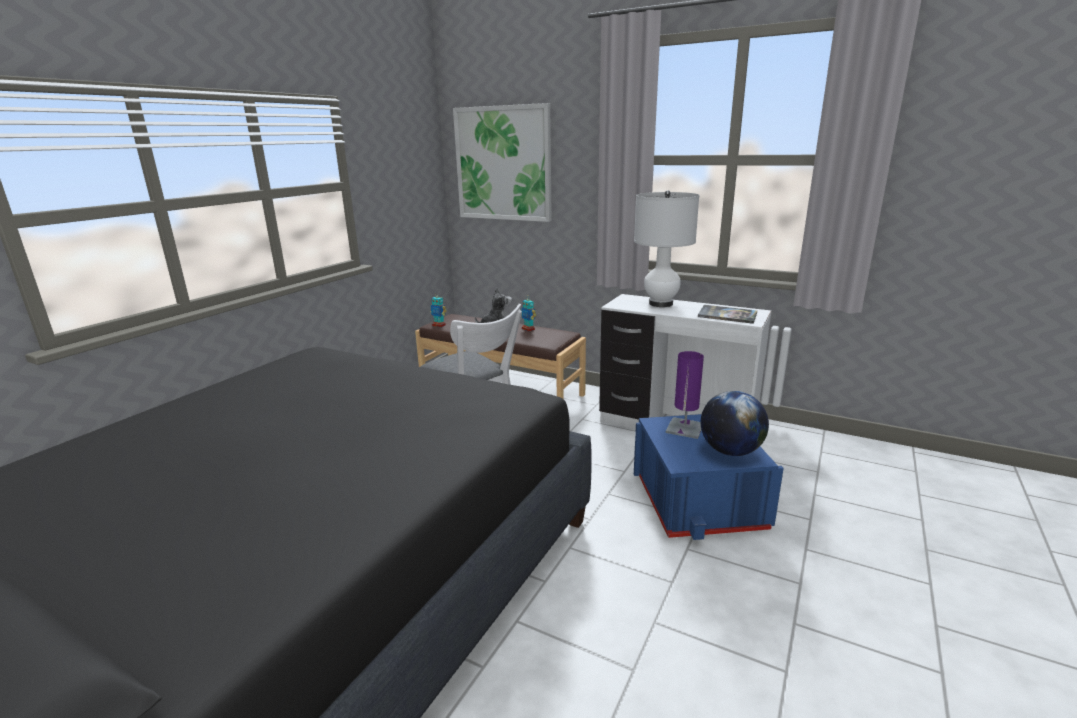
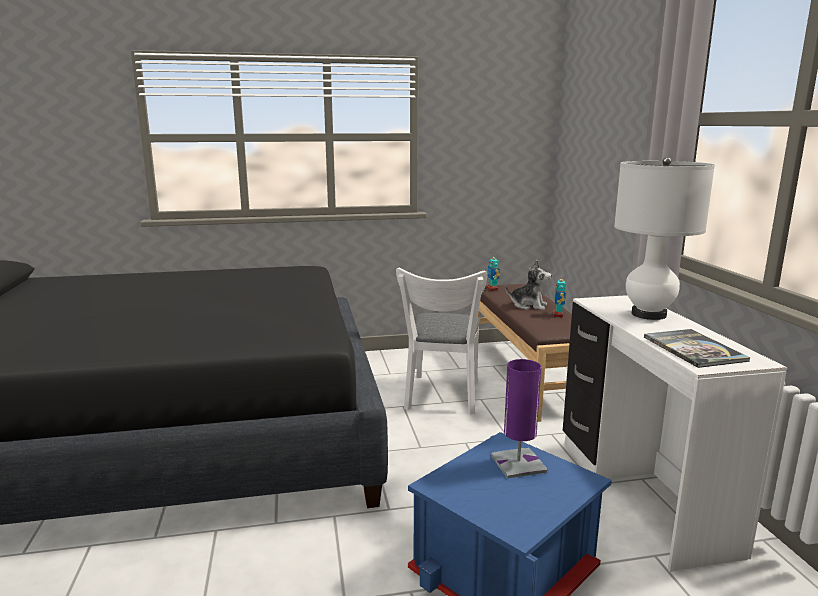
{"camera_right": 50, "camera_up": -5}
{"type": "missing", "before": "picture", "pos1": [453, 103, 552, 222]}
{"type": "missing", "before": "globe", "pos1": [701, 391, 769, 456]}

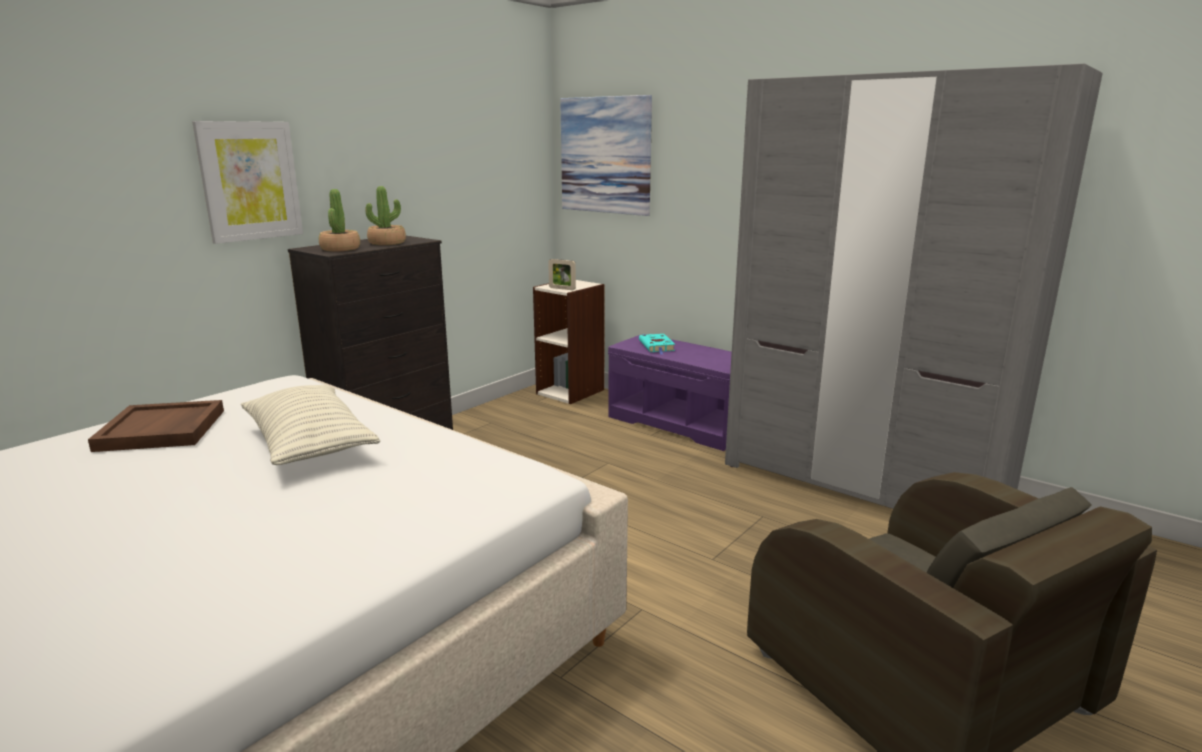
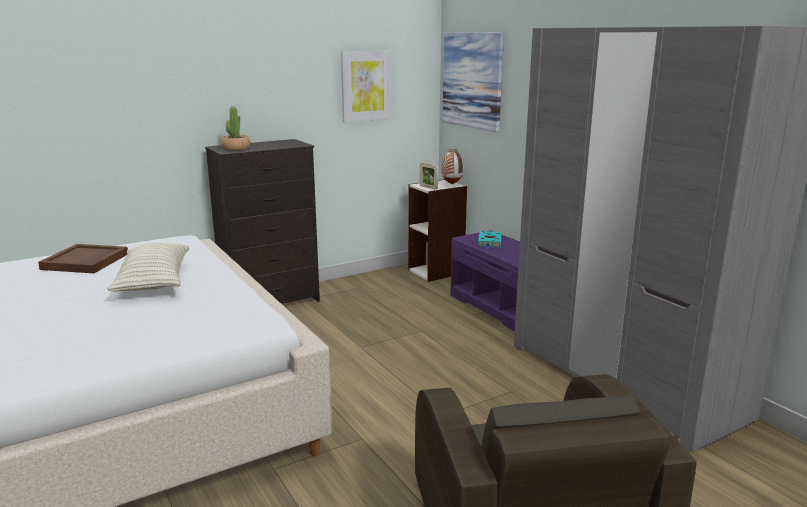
{"camera_right": 20, "camera_up": 0}
{"type": "relocated", "before": "picture", "pos1": [192, 121, 303, 244], "pos2": [341, 51, 392, 123]}
{"type": "missing", "before": "potted plant", "pos1": [365, 186, 406, 245]}
{"type": "appeared", "after": "vase", "pos2": [441, 149, 464, 184]}

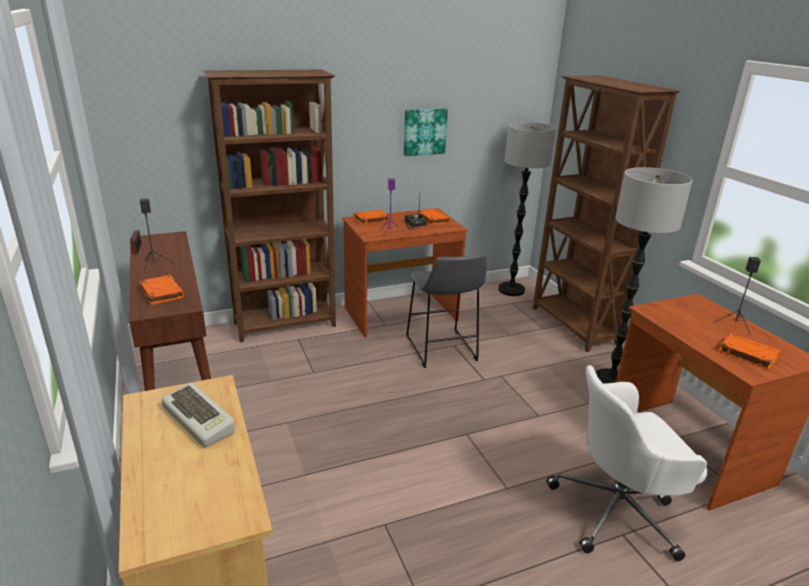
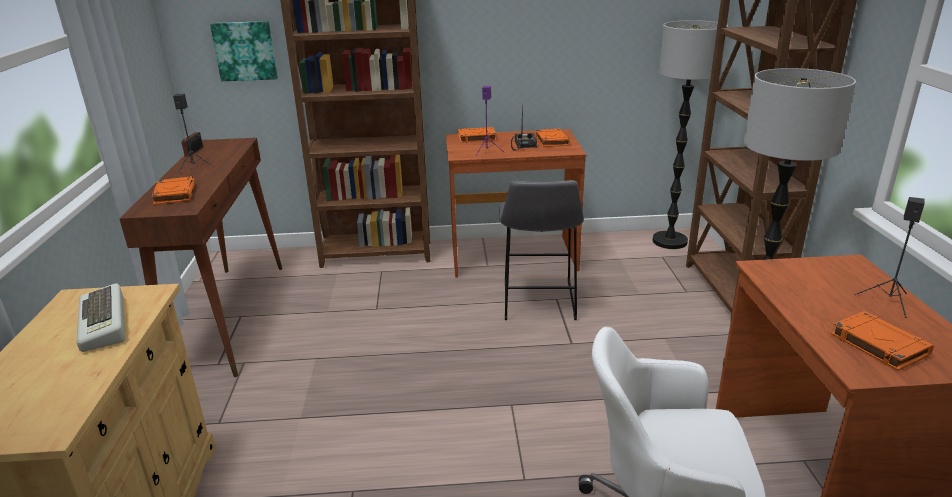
{"camera_right": 20, "camera_up": 0}
{"type": "relocated", "before": "picture", "pos1": [404, 108, 448, 156], "pos2": [210, 21, 278, 81]}

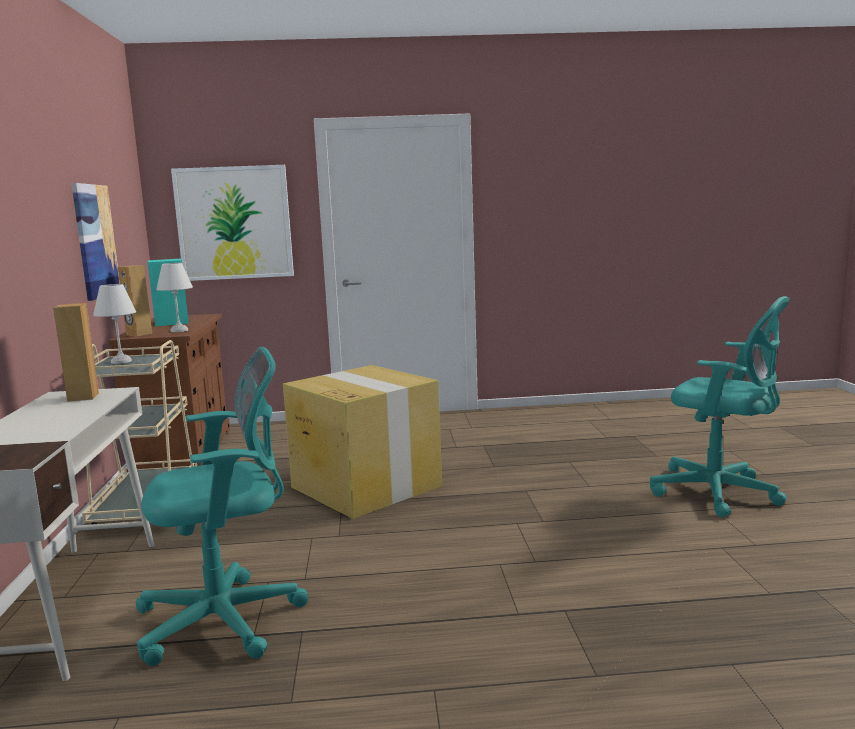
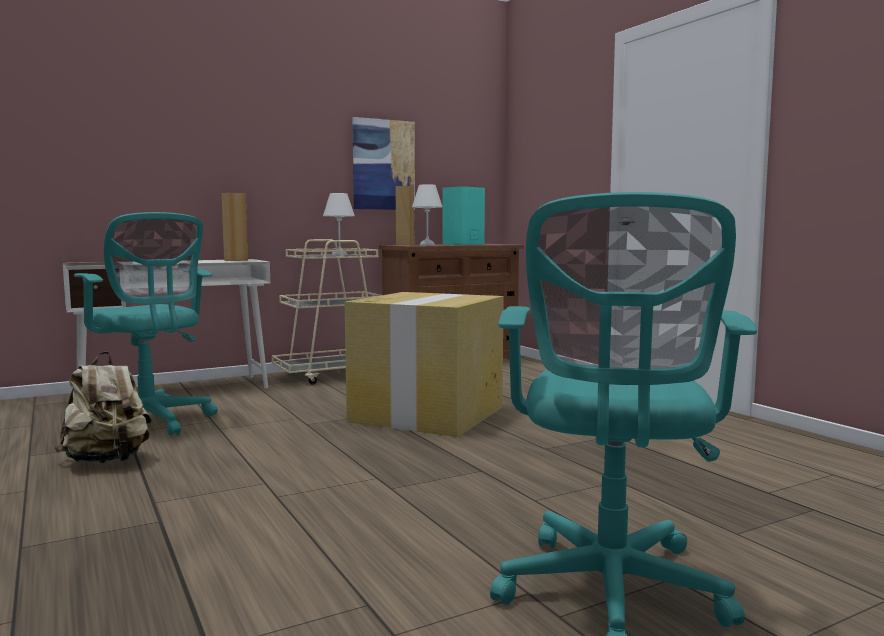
{"camera_right": 65, "camera_up": -5}
{"type": "missing", "before": "picture", "pos1": [171, 165, 294, 281]}
{"type": "appeared", "after": "beige backpack", "pos2": [55, 352, 152, 463]}

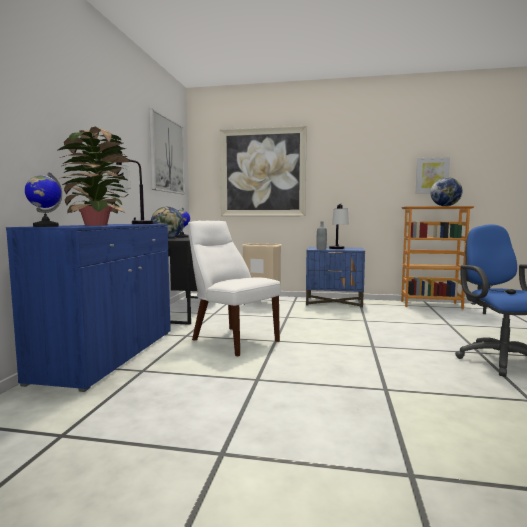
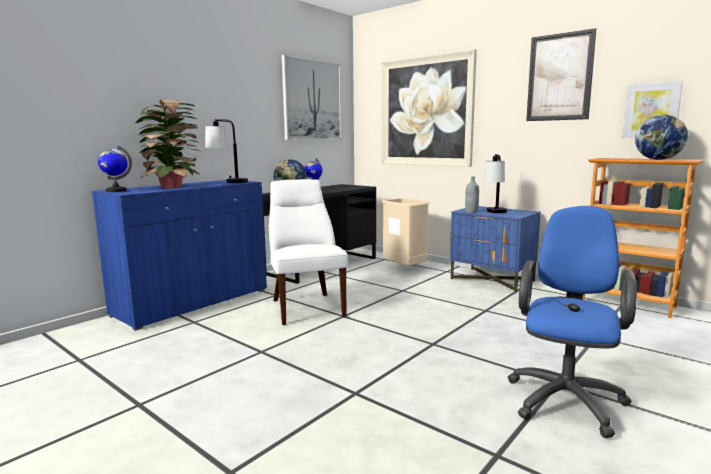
{"camera_right": 30, "camera_up": 5}
{"type": "appeared", "after": "picture", "pos2": [526, 28, 597, 121]}

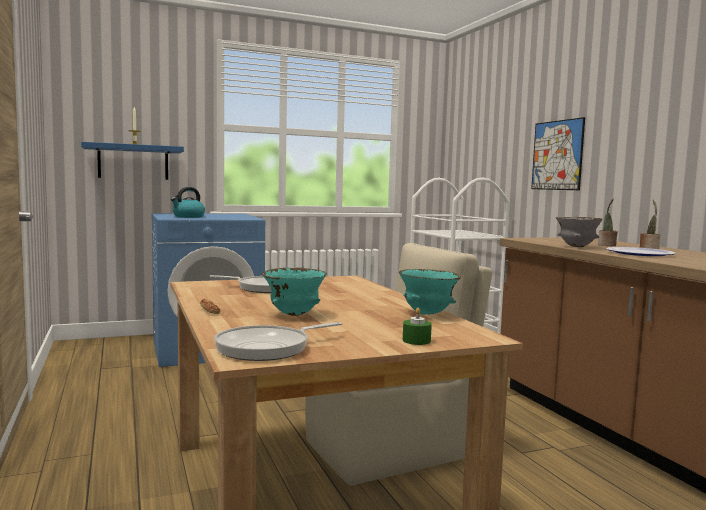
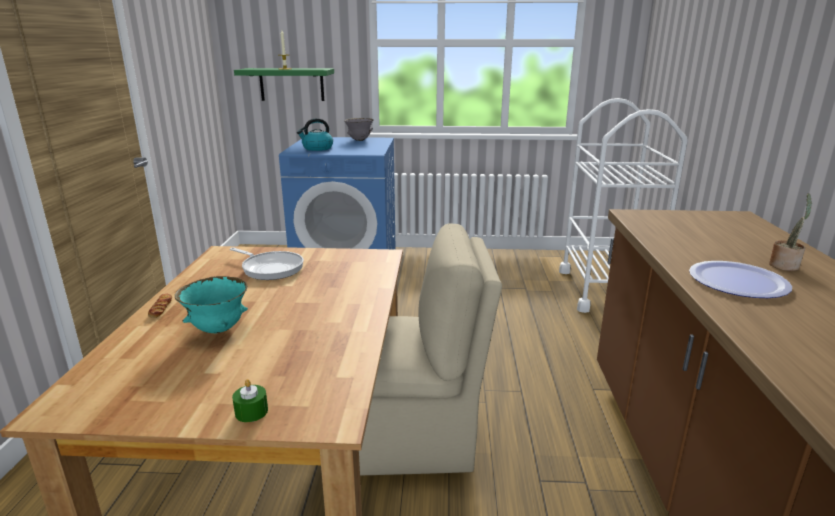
{"camera_right": 25, "camera_up": 15}
{"type": "colour", "before": "blue shelf", "after": "green shelf", "pos1": [81, 142, 184, 180], "pos2": [234, 68, 334, 101]}
{"type": "missing", "before": "frying pan", "pos1": [214, 322, 342, 361]}
{"type": "missing", "before": "turquoise bowl", "pos1": [399, 269, 461, 315]}
{"type": "missing", "before": "picture", "pos1": [531, 117, 585, 190]}
{"type": "relocated", "before": "grey bowl", "pos1": [556, 217, 603, 247], "pos2": [344, 118, 374, 141]}
{"type": "missing", "before": "potted plant", "pos1": [598, 198, 618, 246]}

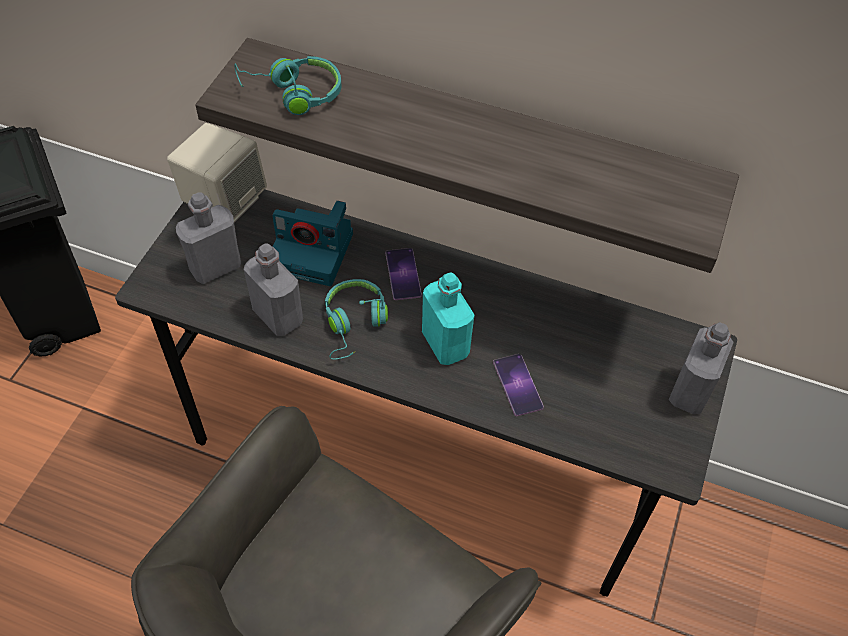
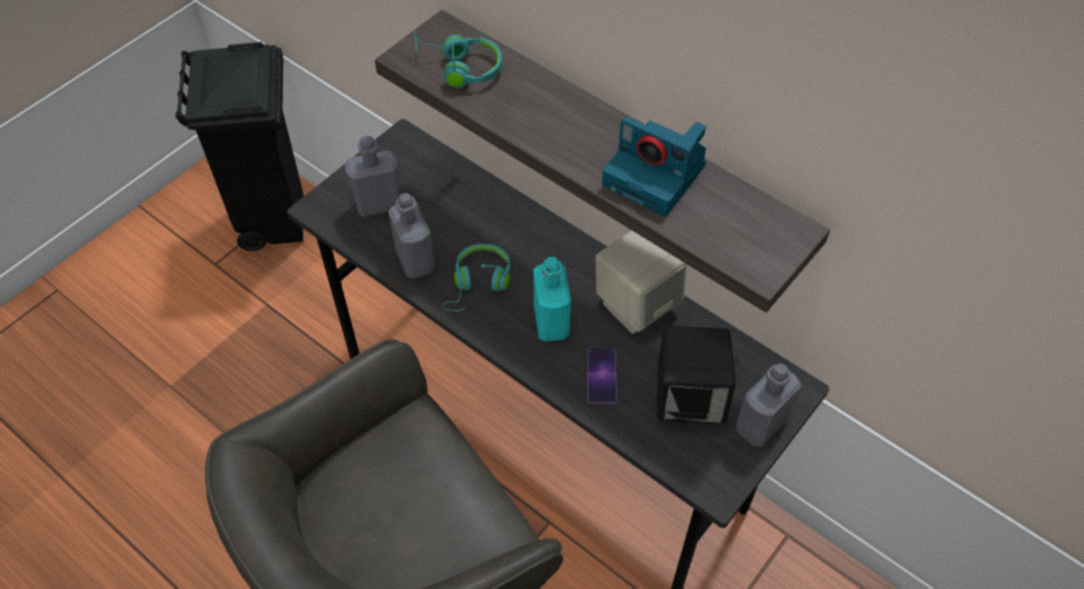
{"camera_right": 20, "camera_up": 0}
{"type": "relocated", "before": "beige speaker", "pos1": [167, 123, 267, 223], "pos2": [596, 231, 687, 334]}
{"type": "relocated", "before": "photo camera", "pos1": [272, 201, 353, 286], "pos2": [602, 116, 706, 216]}
{"type": "missing", "before": "phone", "pos1": [386, 248, 422, 300]}
{"type": "appeared", "after": "black speaker", "pos2": [657, 326, 736, 424]}

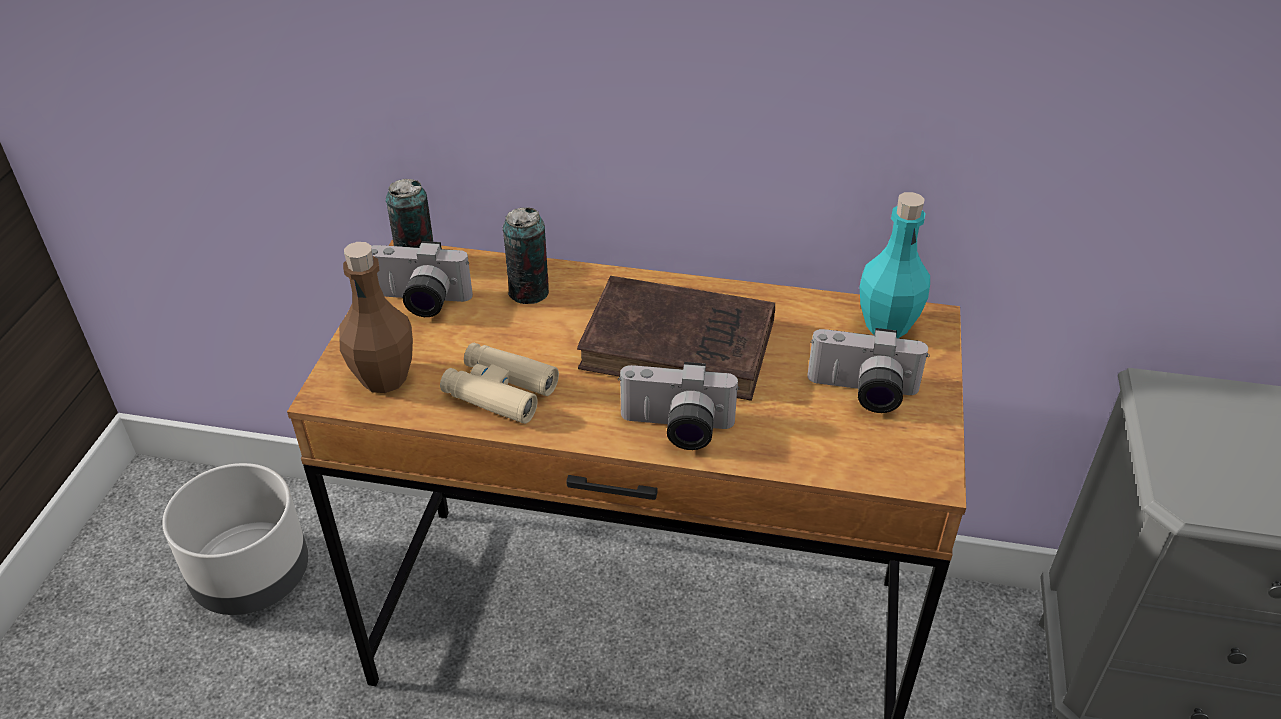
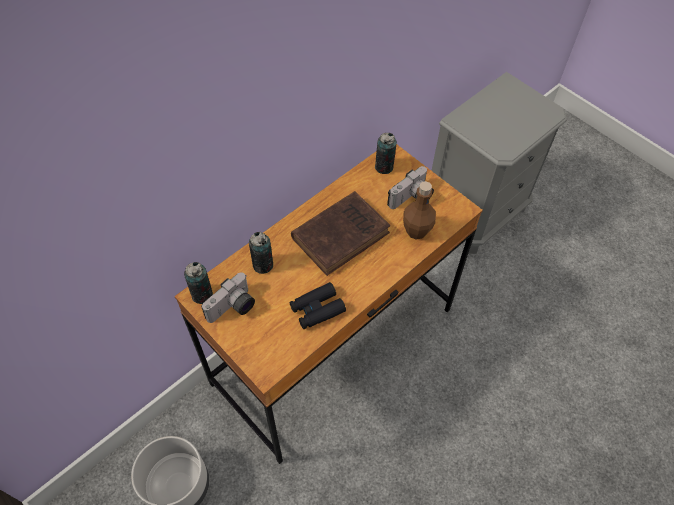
{"camera_right": -55, "camera_up": 15}
{"type": "relocated", "before": "brown bottle", "pos1": [339, 242, 413, 393], "pos2": [403, 181, 436, 240]}
{"type": "colour", "before": "beige binoculars", "after": "black binoculars", "pos1": [440, 343, 559, 424], "pos2": [290, 282, 346, 329]}
{"type": "missing", "before": "photo camera", "pos1": [618, 362, 740, 450]}
{"type": "exchanged", "before": "turquoise bottle", "after": "can", "pos1": [860, 192, 930, 338], "pos2": [375, 133, 397, 174]}

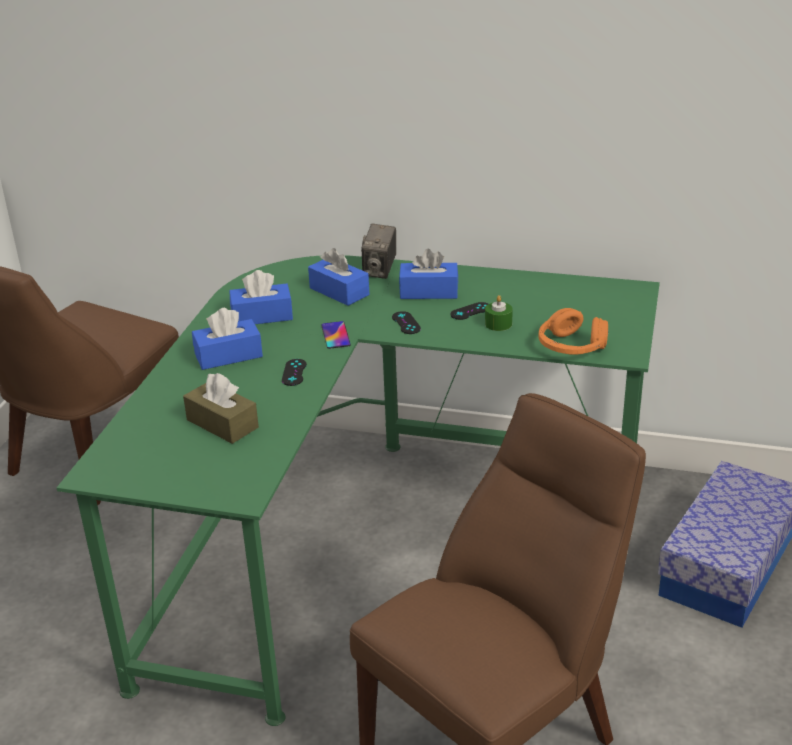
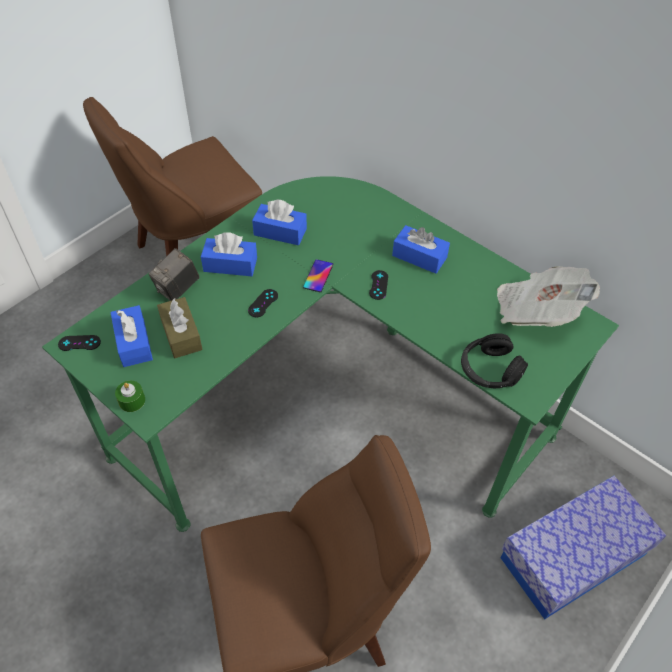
{"camera_right": 25, "camera_up": 20}
{"type": "relocated", "before": "blue tissue box", "pos1": [308, 248, 369, 306], "pos2": [110, 305, 153, 367]}
{"type": "relocated", "before": "photo camera", "pos1": [361, 224, 396, 279], "pos2": [149, 248, 200, 301]}
{"type": "relocated", "before": "black game controller", "pos1": [450, 302, 488, 320], "pos2": [58, 335, 101, 351]}
{"type": "relocated", "before": "green candle", "pos1": [485, 295, 513, 331], "pos2": [115, 381, 145, 412]}
{"type": "colour", "before": "orange headphones", "after": "black headphones", "pos1": [538, 308, 608, 355], "pos2": [461, 333, 528, 388]}
{"type": "appeared", "after": "newspaper", "pos2": [497, 266, 600, 327]}

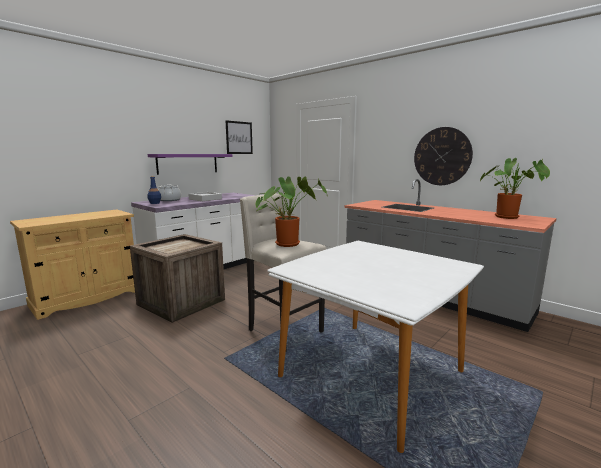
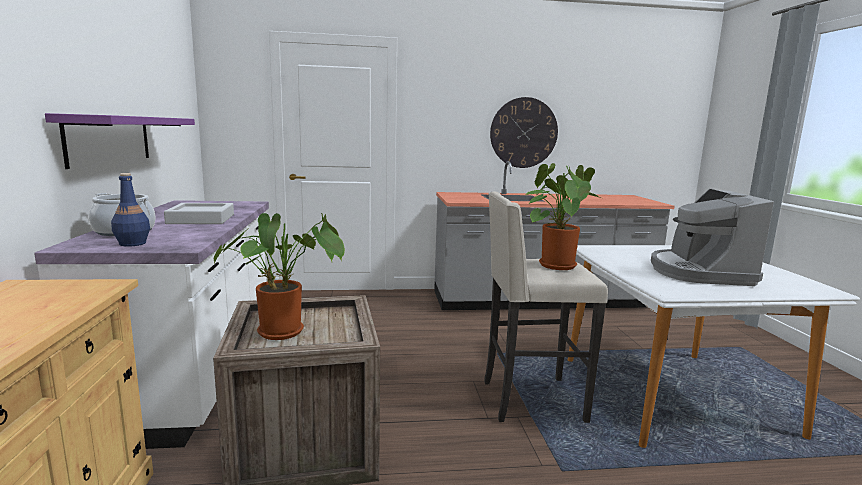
{"camera_right": -50, "camera_up": 0}
{"type": "missing", "before": "picture", "pos1": [226, 120, 253, 154]}
{"type": "relocated", "before": "potted plant", "pos1": [480, 158, 550, 219], "pos2": [214, 213, 345, 340]}
{"type": "appeared", "after": "coffee machine", "pos2": [651, 189, 774, 286]}

